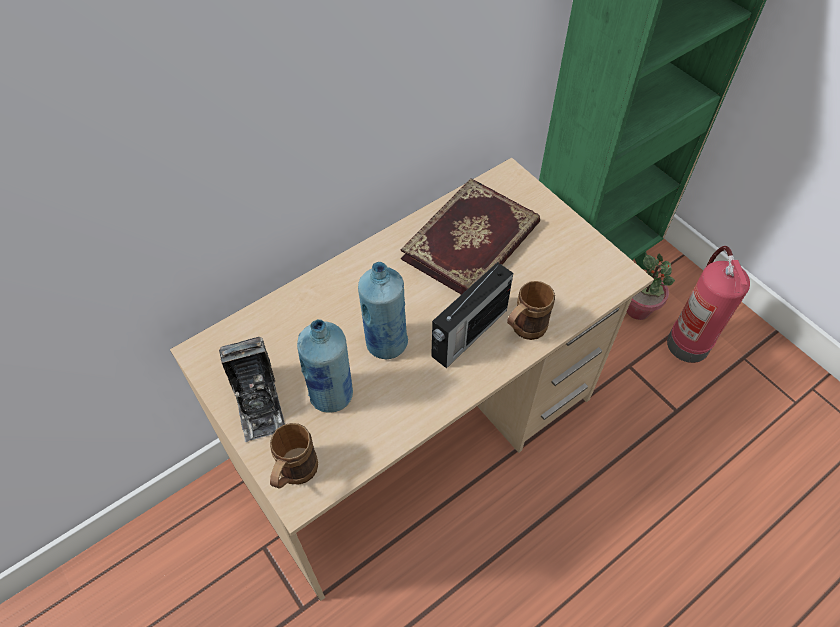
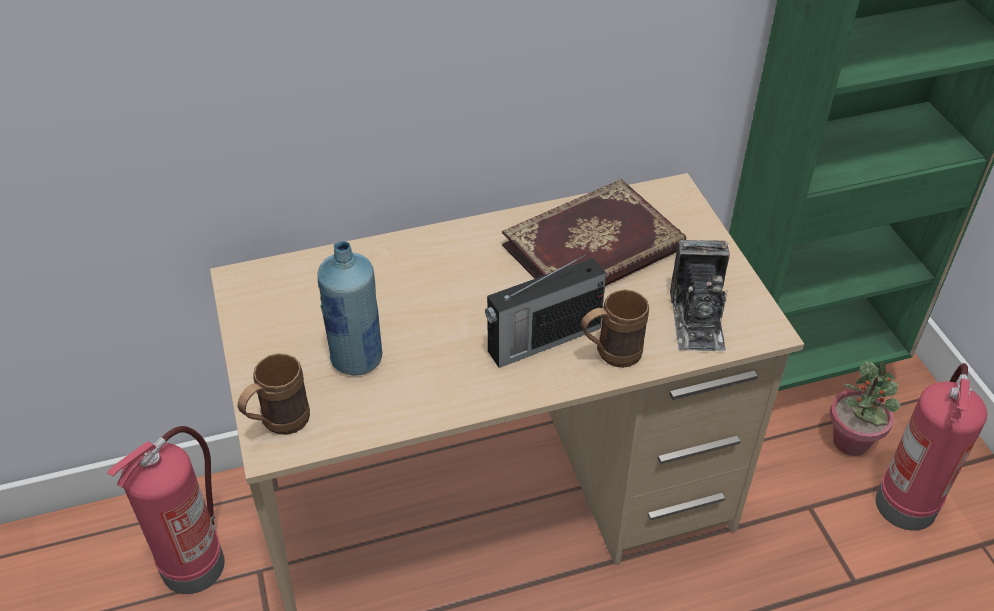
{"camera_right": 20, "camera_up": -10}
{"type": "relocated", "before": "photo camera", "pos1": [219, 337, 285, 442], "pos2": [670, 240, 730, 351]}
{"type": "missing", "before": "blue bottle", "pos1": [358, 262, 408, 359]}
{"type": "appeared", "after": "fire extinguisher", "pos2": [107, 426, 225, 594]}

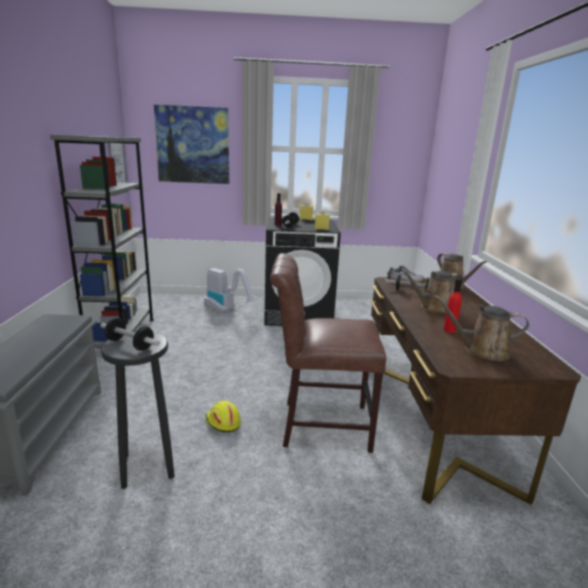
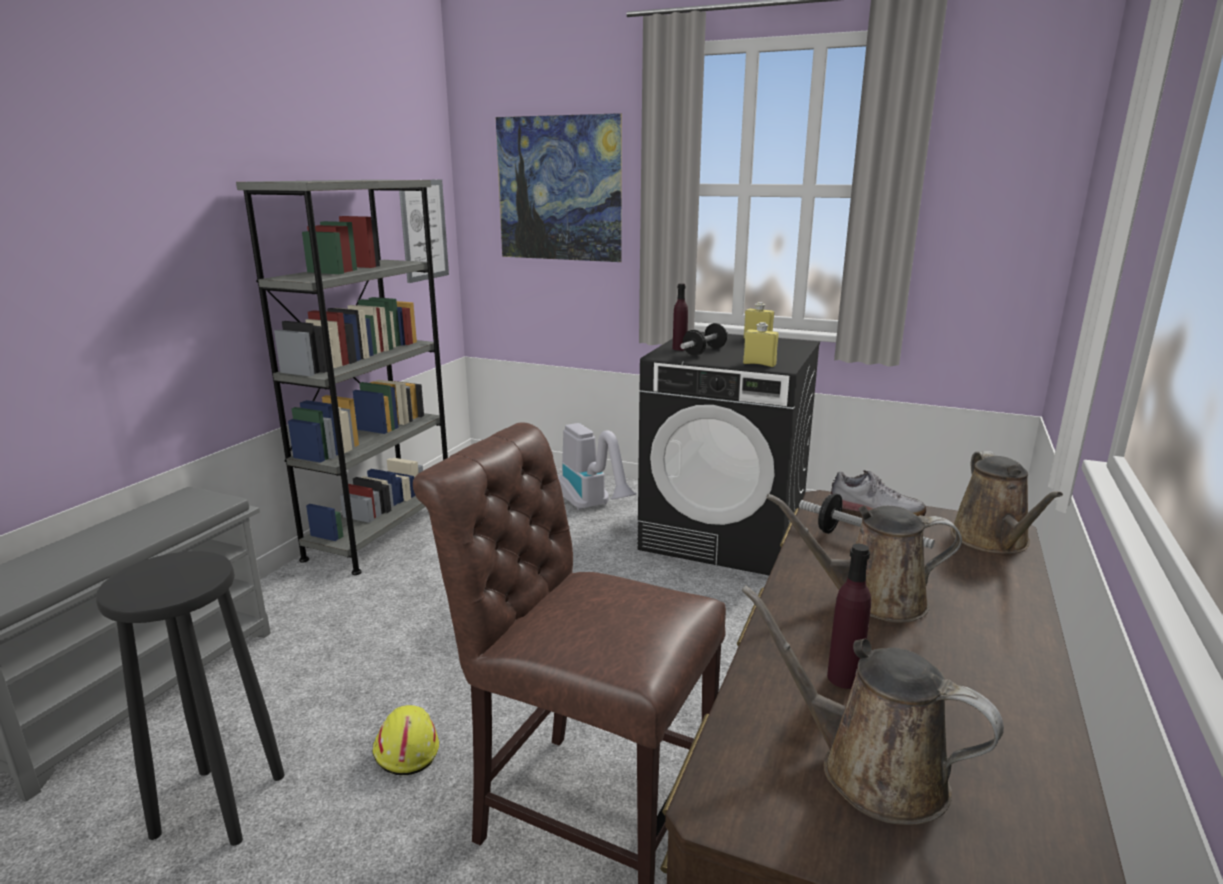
{"camera_right": 25, "camera_up": 0}
{"type": "missing", "before": "dumbbell", "pos1": [100, 318, 160, 351]}
{"type": "colour", "before": "red bottle", "after": "purple bottle", "pos1": [444, 278, 462, 333], "pos2": [827, 544, 871, 689]}

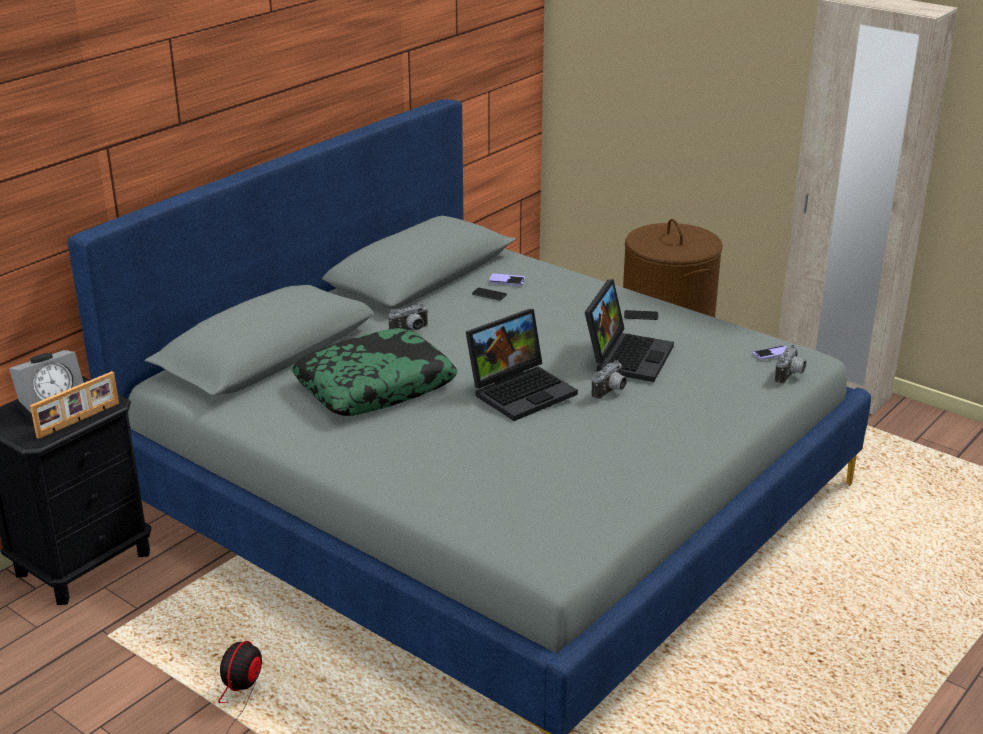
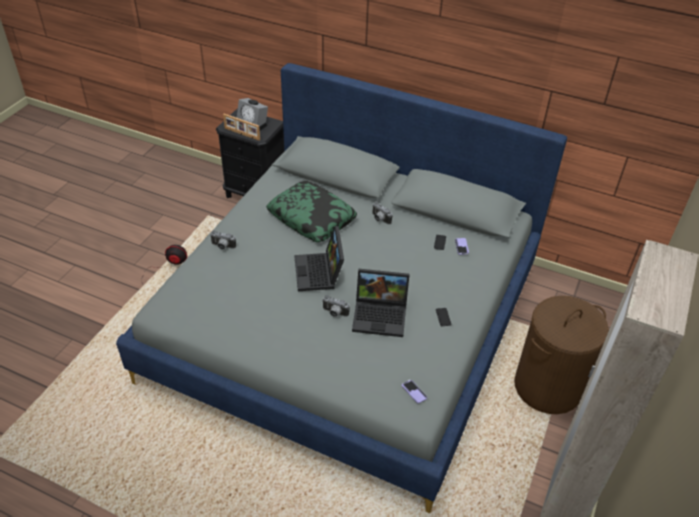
{"camera_right": 75, "camera_up": 15}
{"type": "spun", "before": "laptop", "pos1": [466, 309, 578, 421], "pos2": [294, 226, 344, 291], "turn": 45}
{"type": "relocated", "before": "photo camera", "pos1": [775, 345, 806, 384], "pos2": [210, 230, 236, 249]}

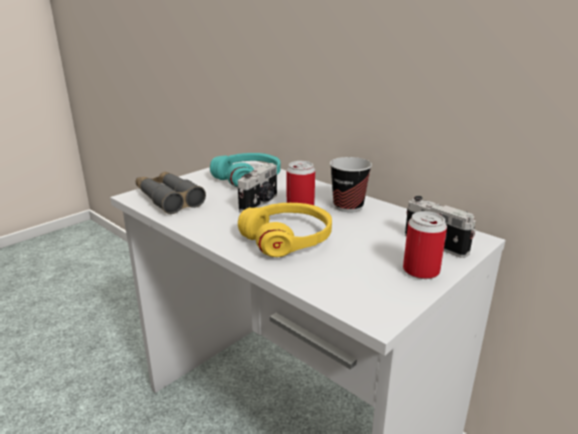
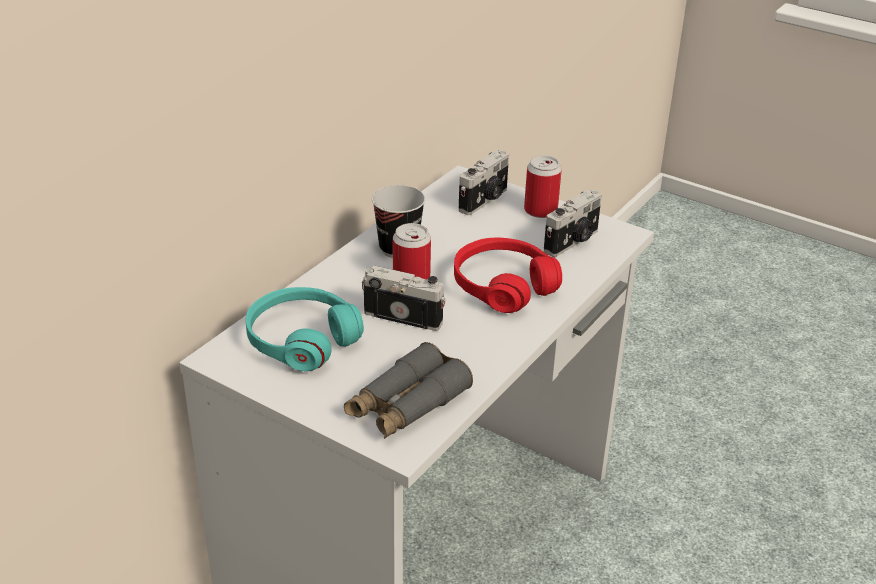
{"camera_right": -100, "camera_up": 10}
{"type": "colour", "before": "yellow headphones", "after": "red headphones", "pos1": [238, 203, 332, 257], "pos2": [454, 238, 562, 313]}
{"type": "appeared", "after": "photo camera", "pos2": [543, 189, 602, 257]}

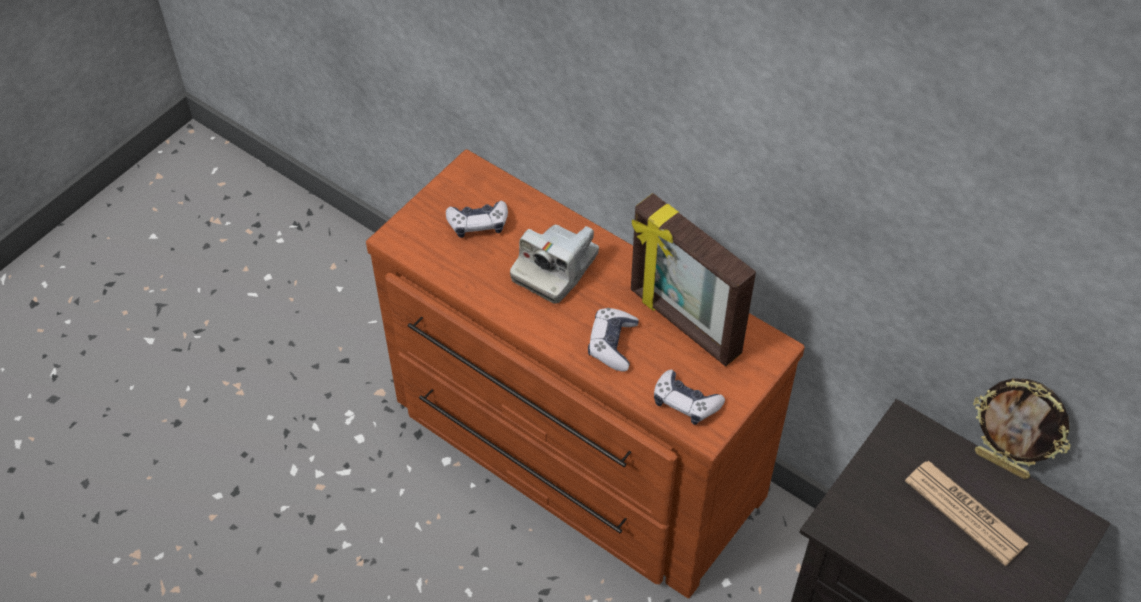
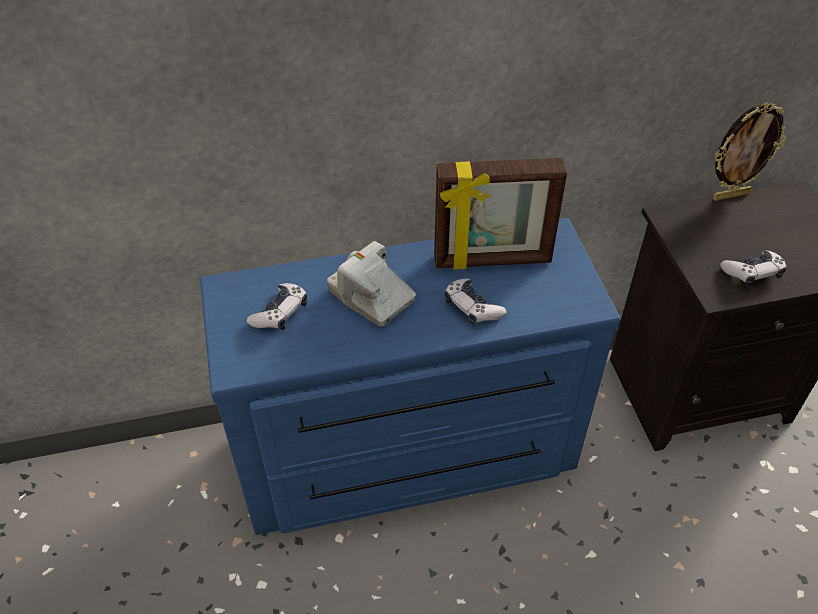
{"camera_right": -50, "camera_up": -5}
{"type": "colour", "before": "brown dresser", "after": "blue dresser", "pos1": [366, 149, 805, 598], "pos2": [200, 218, 621, 535]}
{"type": "spun", "before": "photo camera", "pos1": [510, 224, 599, 304], "pos2": [327, 241, 416, 327], "turn": 150}
{"type": "relocated", "before": "game controller", "pos1": [654, 370, 725, 425], "pos2": [720, 250, 787, 286]}
{"type": "missing", "before": "newspaper", "pos1": [905, 461, 1028, 566]}

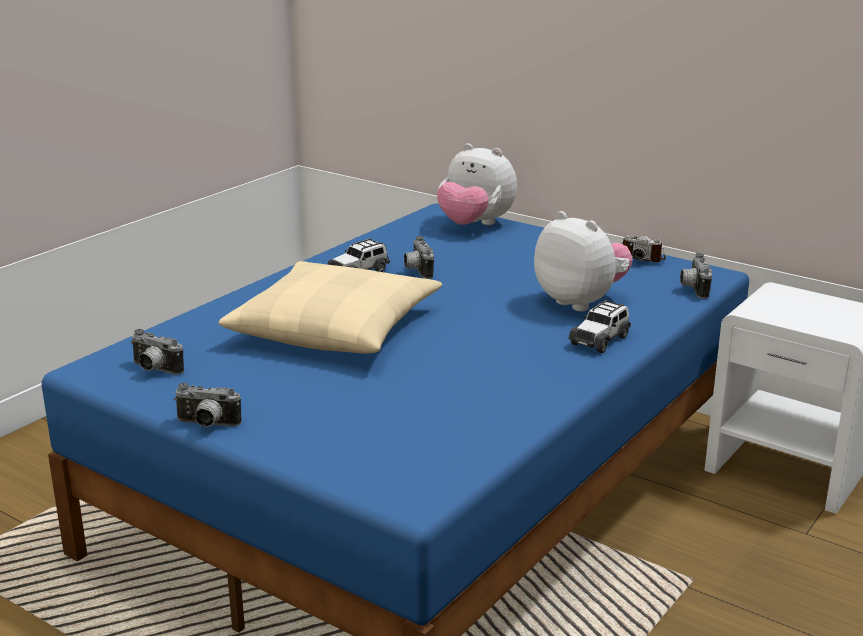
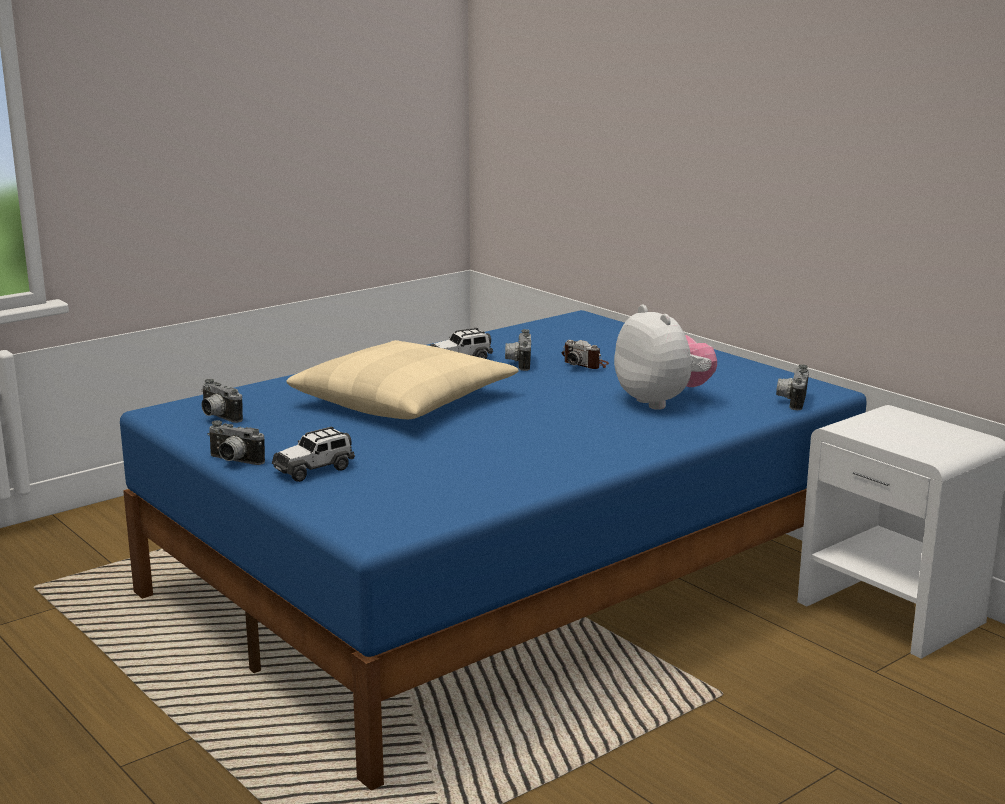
{"camera_right": 15, "camera_up": -5}
{"type": "missing", "before": "plush toy", "pos1": [437, 143, 517, 225]}
{"type": "relocated", "before": "toy car", "pos1": [568, 300, 631, 353], "pos2": [272, 427, 355, 482]}
{"type": "relocated", "before": "photo camera", "pos1": [621, 235, 666, 262], "pos2": [562, 340, 609, 369]}

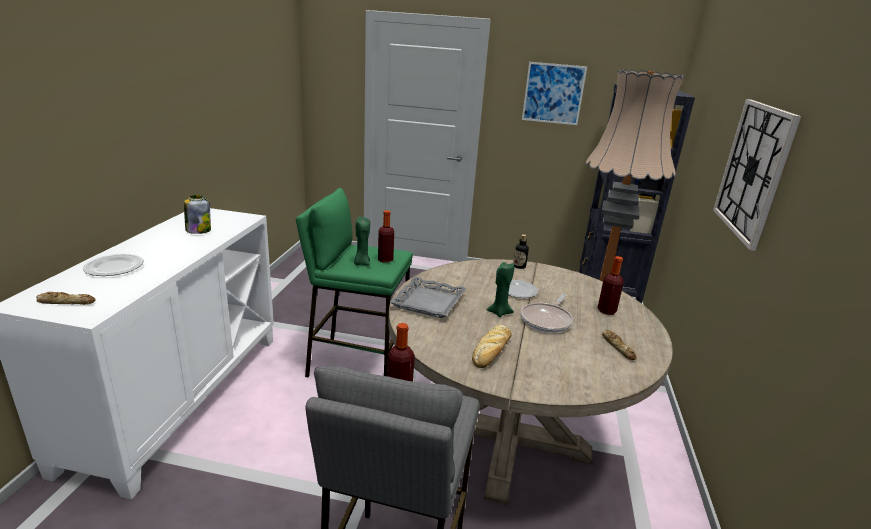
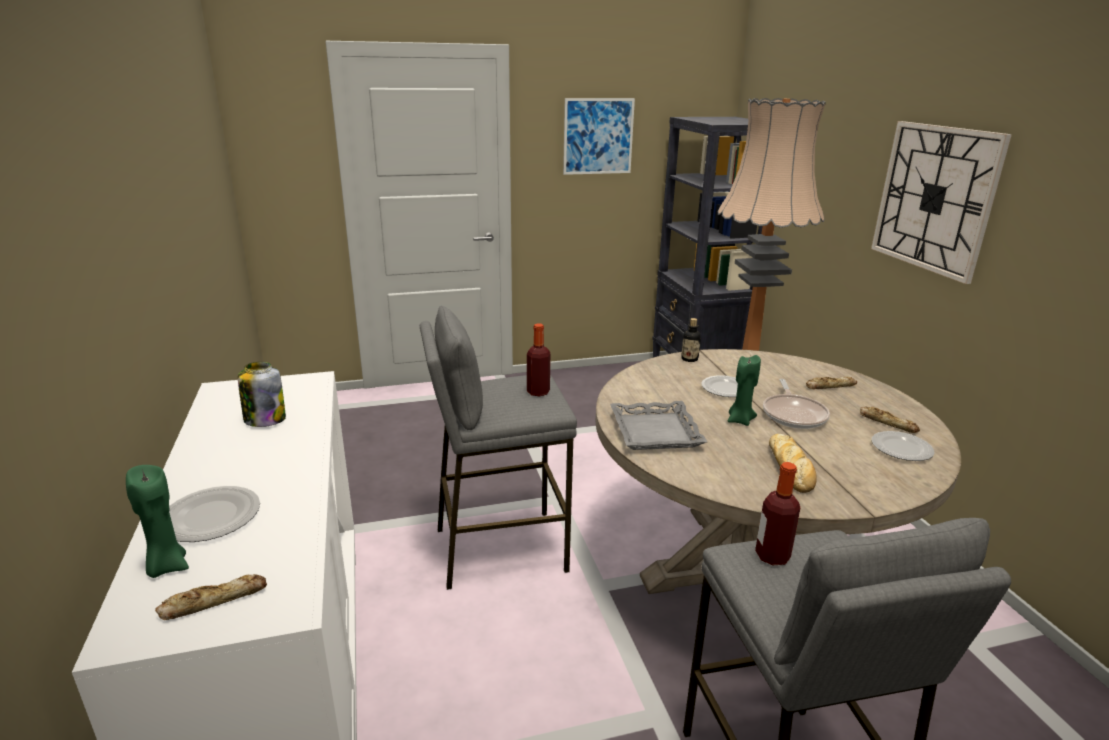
{"camera_right": -25, "camera_up": 0}
{"type": "colour", "before": "green stool", "after": "grey stool", "pos1": [296, 188, 413, 377], "pos2": [420, 306, 577, 590]}
{"type": "relocated", "before": "green candle", "pos1": [354, 217, 370, 266], "pos2": [126, 465, 189, 578]}
{"type": "exchanged", "before": "bottle", "after": "bread", "pos1": [597, 256, 624, 315], "pos2": [806, 377, 857, 389]}
{"type": "appeared", "after": "plate", "pos2": [872, 431, 935, 461]}

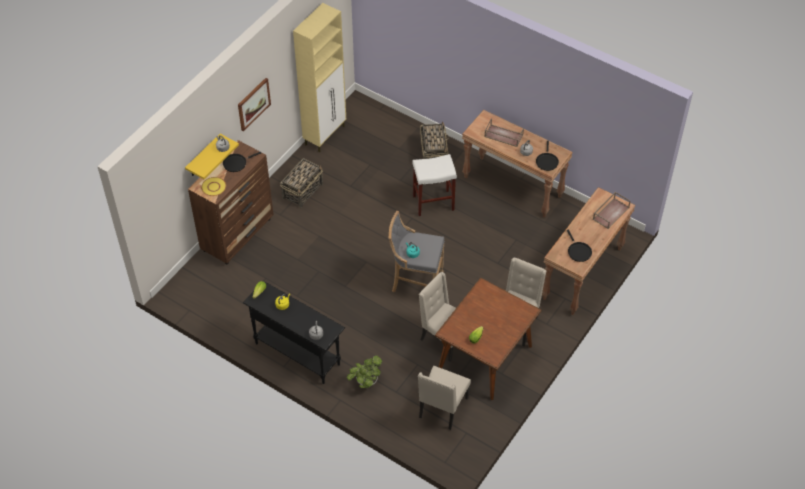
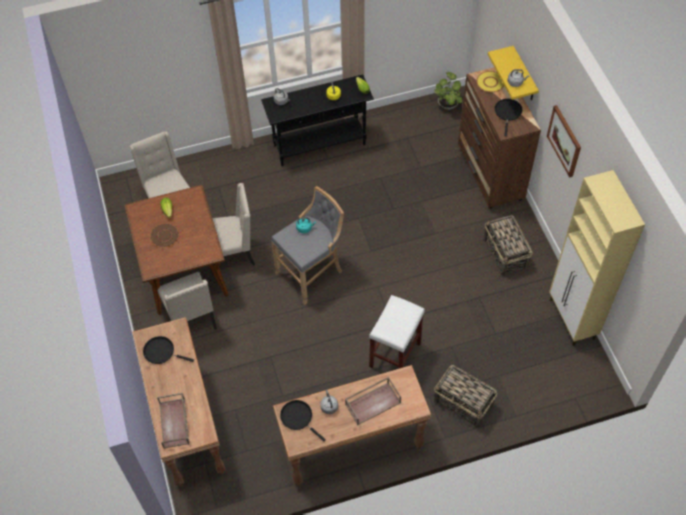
{"camera_right": 130, "camera_up": 5}
{"type": "relocated", "before": "potted plant", "pos1": [347, 355, 382, 388], "pos2": [434, 72, 463, 110]}
{"type": "appeared", "after": "brown plate", "pos2": [150, 223, 179, 247]}

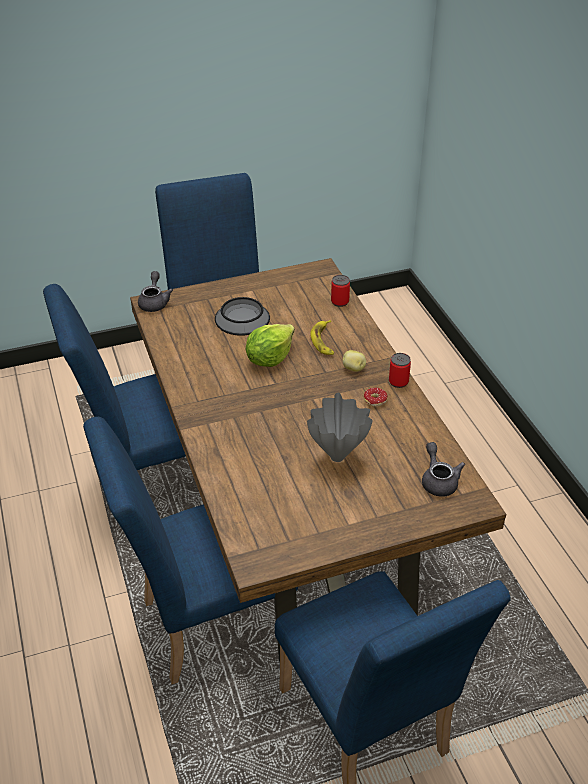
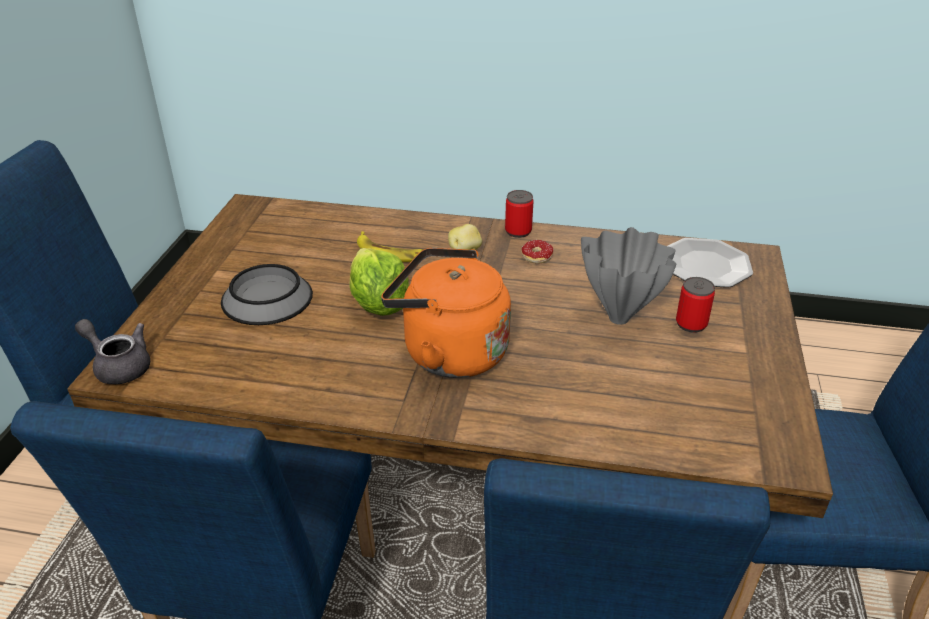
{"camera_right": -60, "camera_up": -5}
{"type": "relocated", "before": "can", "pos1": [331, 275, 350, 307], "pos2": [676, 277, 715, 333]}
{"type": "exchanged", "before": "grey teapot", "after": "plate", "pos1": [422, 442, 465, 497], "pos2": [668, 238, 753, 288]}
{"type": "appeared", "after": "orange kettle", "pos2": [381, 248, 511, 378]}

